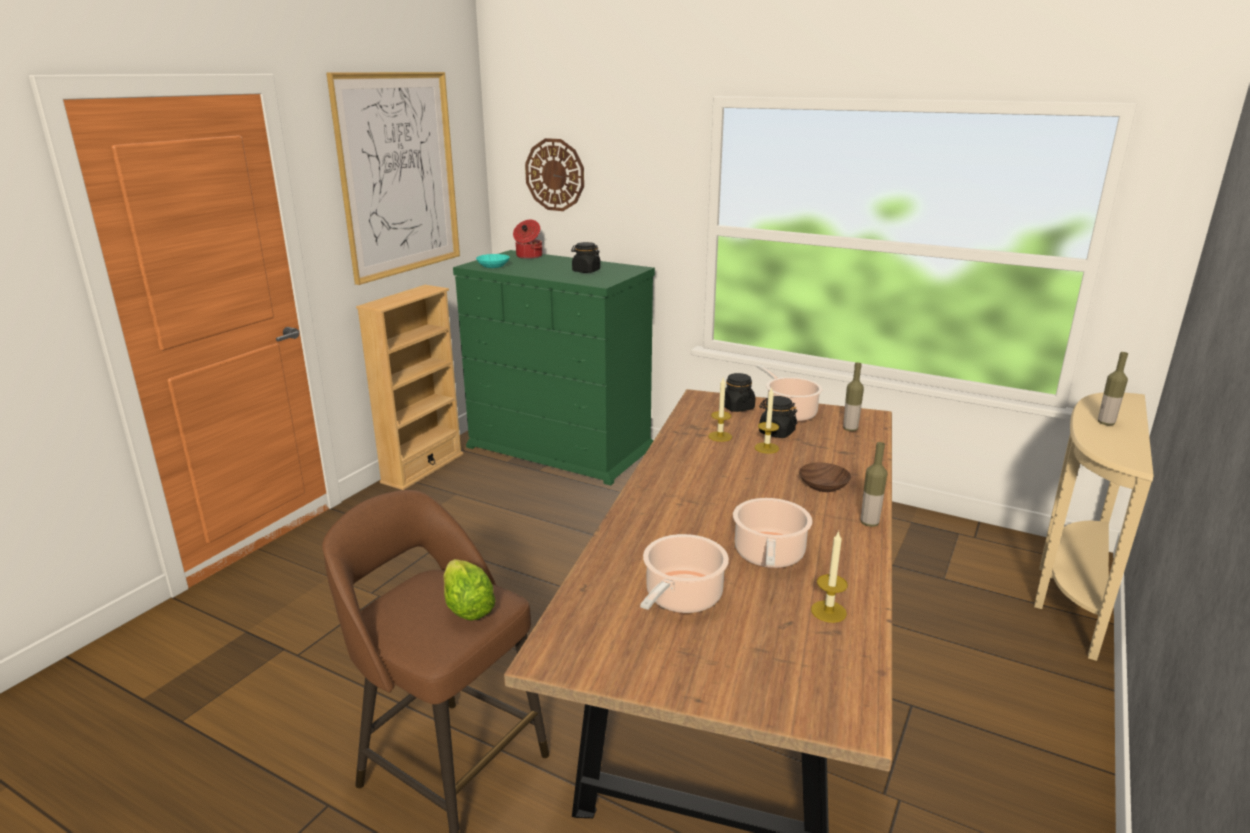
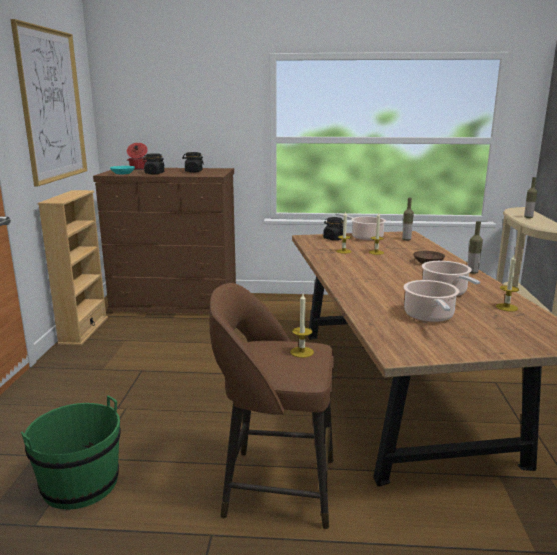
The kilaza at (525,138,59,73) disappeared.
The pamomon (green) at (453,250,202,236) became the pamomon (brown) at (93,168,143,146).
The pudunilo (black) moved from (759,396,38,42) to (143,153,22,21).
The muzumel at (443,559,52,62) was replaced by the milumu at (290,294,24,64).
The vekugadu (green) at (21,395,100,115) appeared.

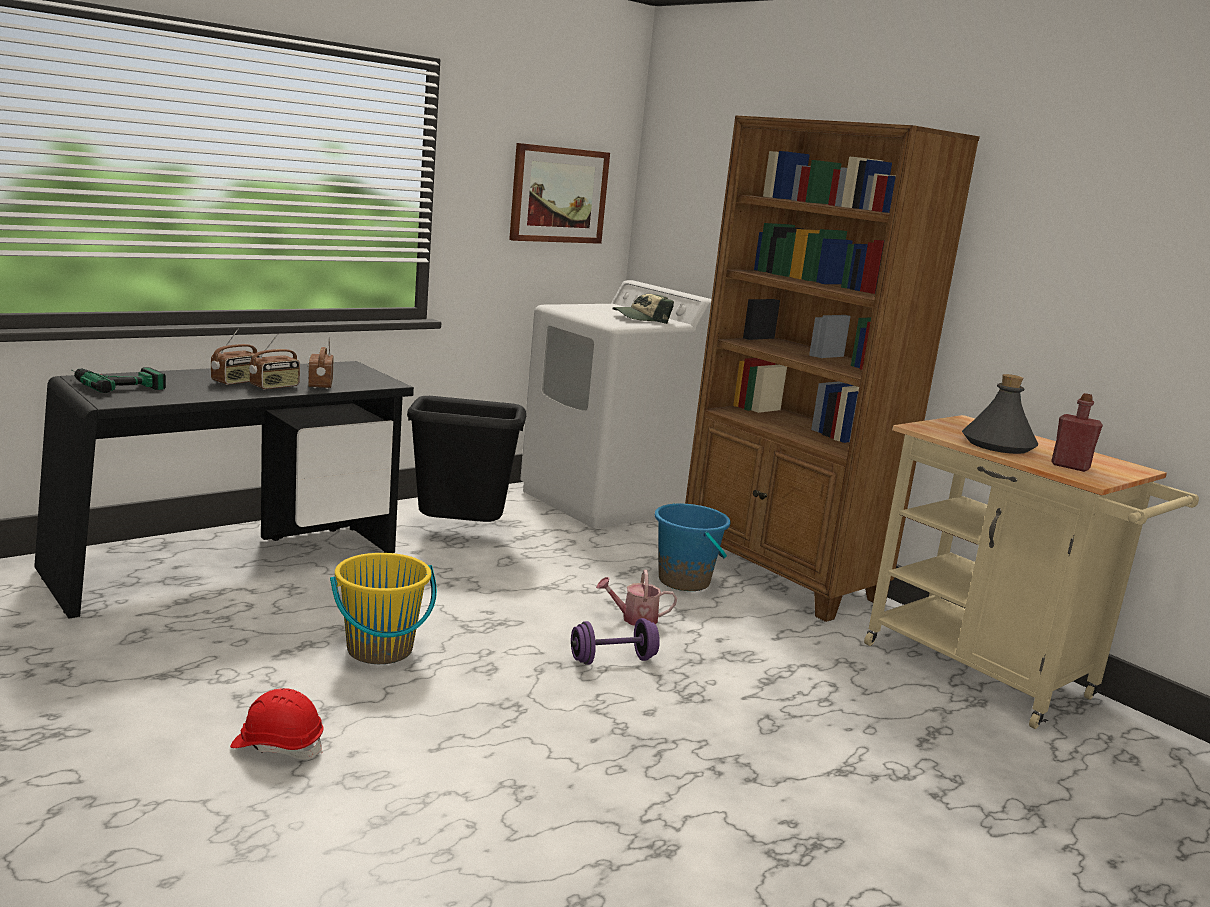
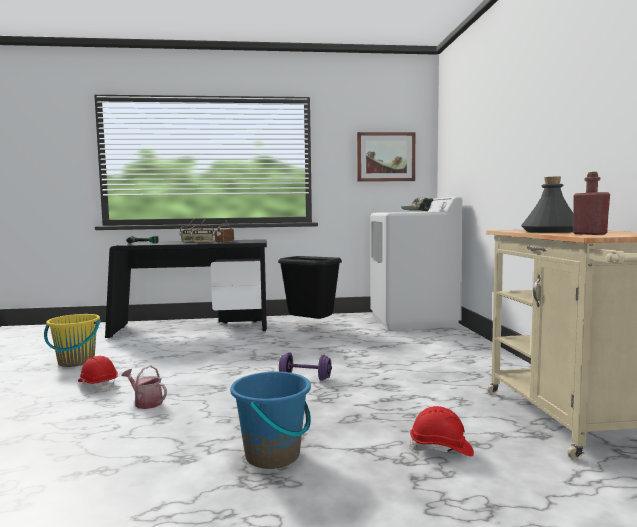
The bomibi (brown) at (685,115,295,507) disappeared.
The vekugadu (blue) moved from (655,503,75,88) to (230,372,81,97).
The vekugadu (yellow) moved from (330,553,107,111) to (44,314,57,53).
The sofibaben moved from (596,570,81,56) to (122,365,45,44).
The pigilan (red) at (409,406,65,50) appeared.

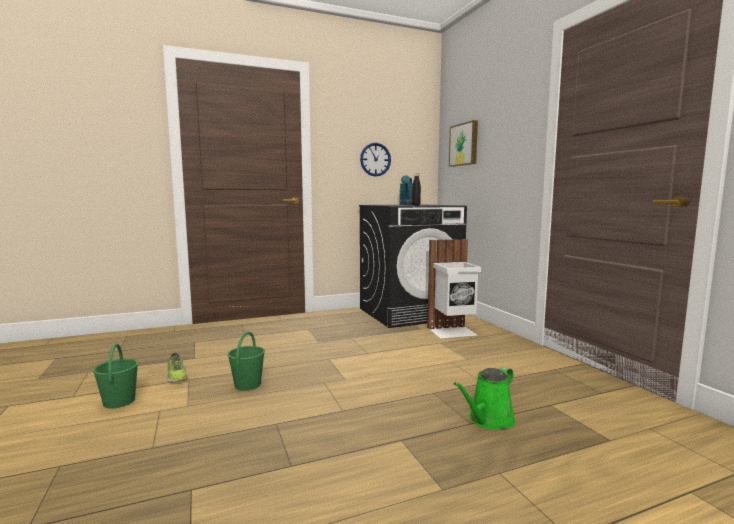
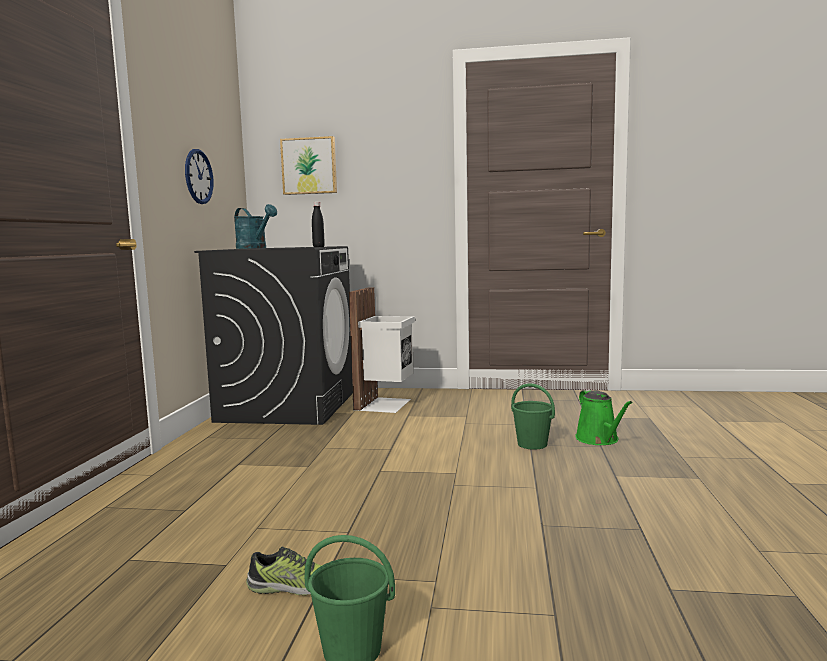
The vekugadu (green) moved from (228,331,37,60) to (511,383,44,67).

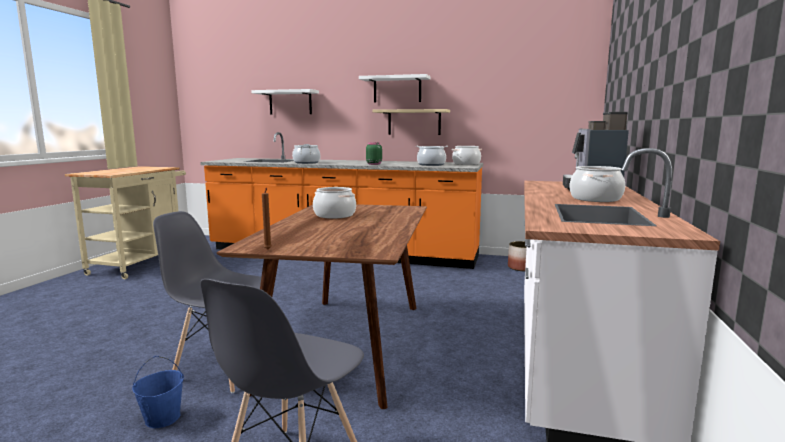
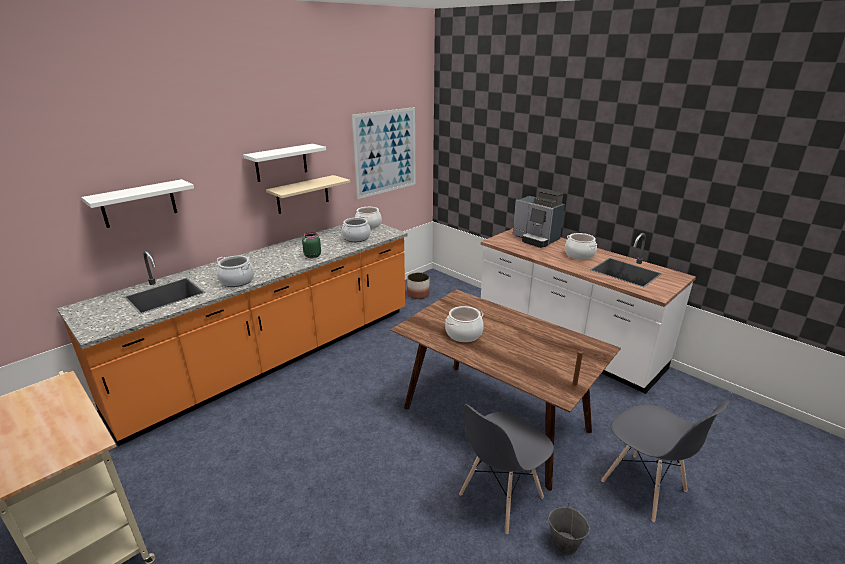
The vekugadu (blue) at (132,356,52,72) became the vekugadu (grey) at (548,503,42,52).
The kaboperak at (352,107,64,92) appeared.

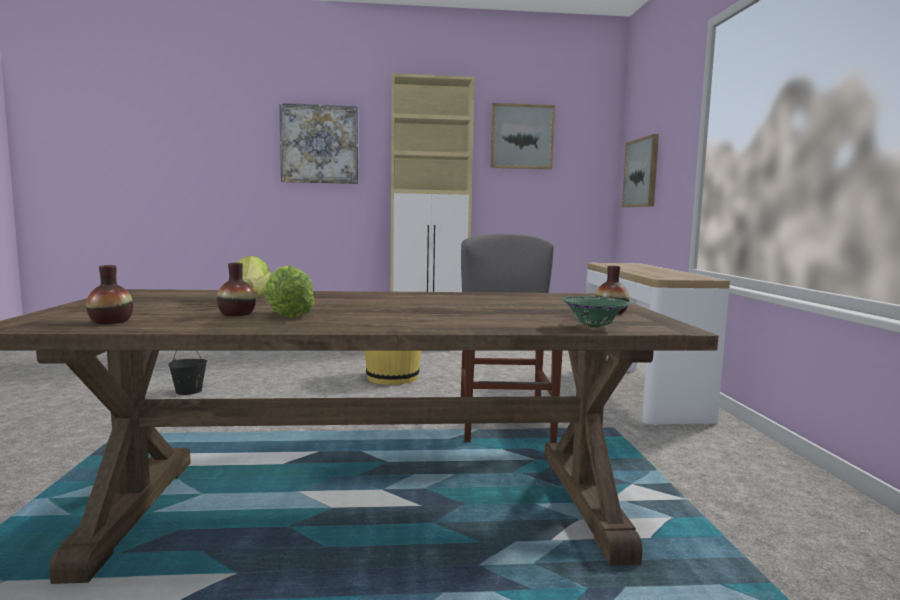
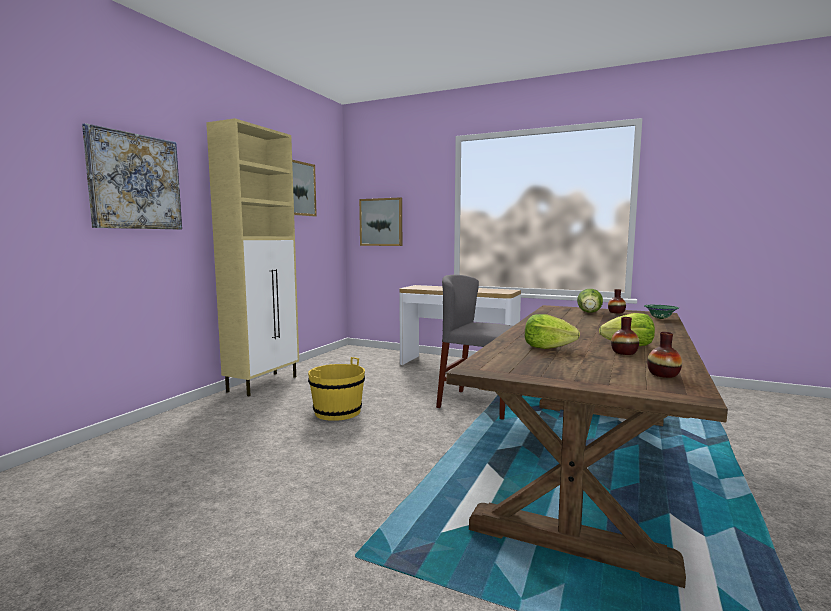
The vekugadu (black) at (168,350,39,45) disappeared.
The muzumel at (577,289,26,24) appeared.

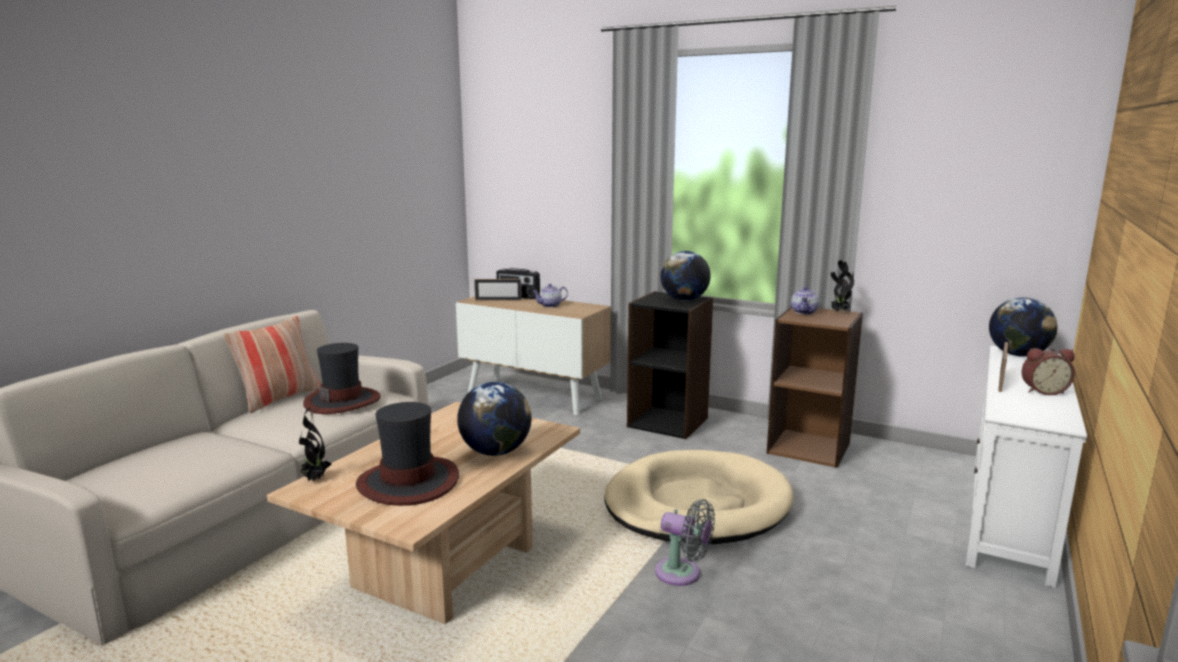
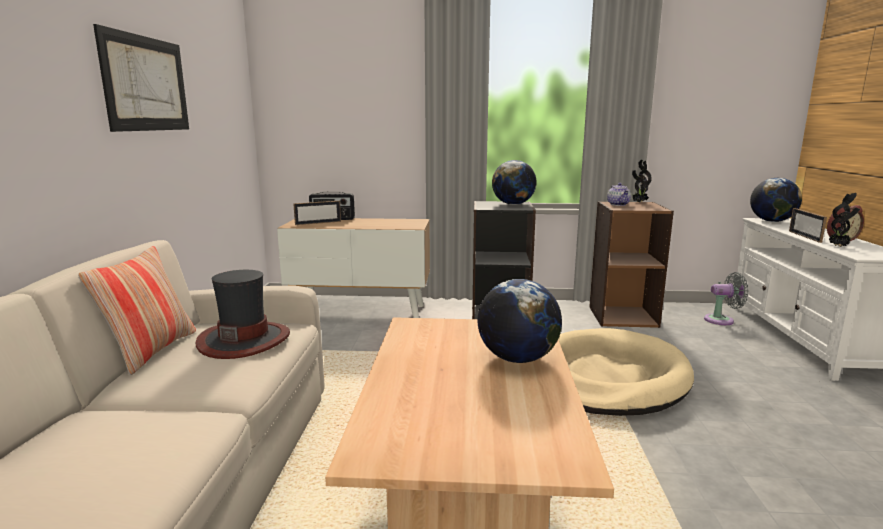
The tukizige at (532,284,36,23) disappeared.
The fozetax at (356,402,103,104) disappeared.
The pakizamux moved from (299,407,33,74) to (829,193,31,54).
The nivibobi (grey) moved from (655,499,60,87) to (704,272,45,53).
The kaboperak at (93,24,96,108) appeared.

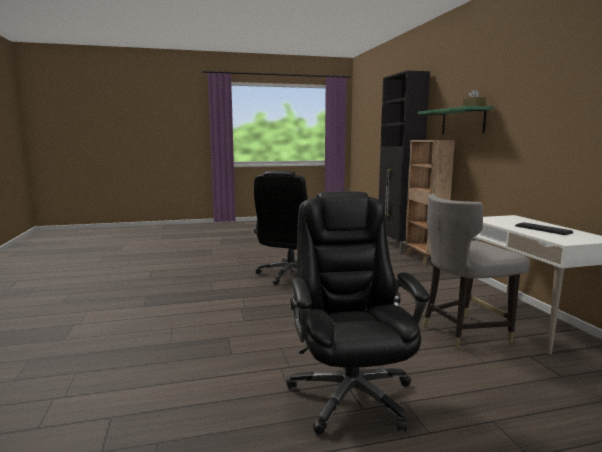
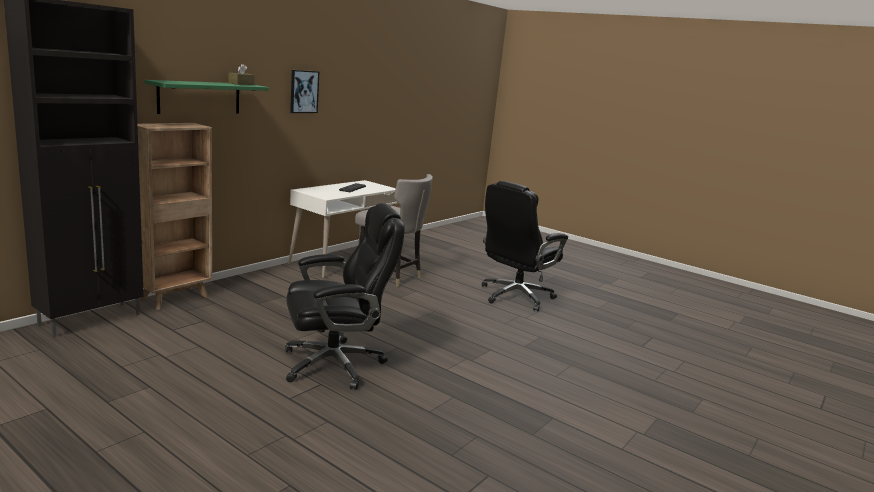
The kaboperak at (290,70,29,43) appeared.

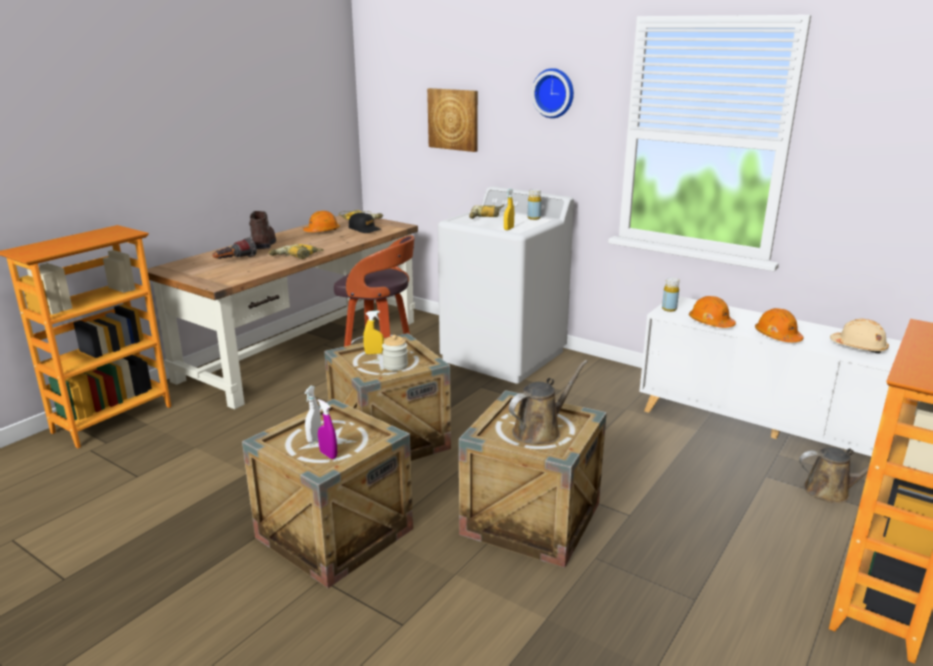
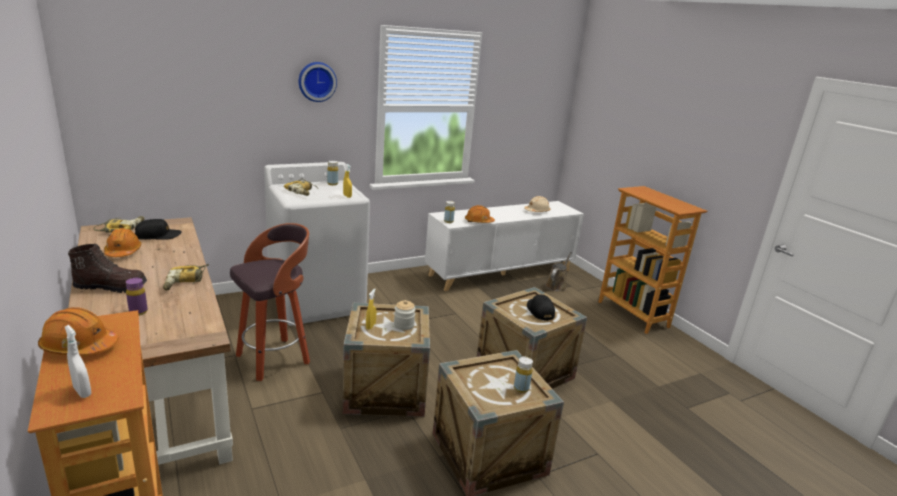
The kaboperak at (427,88,51,64) disappeared.
The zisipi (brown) at (249,211,27,38) turned 150 degrees clockwise.
The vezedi at (212,237,45,22) was replaced by the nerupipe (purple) at (126,278,22,38).
The pigilan (orange) moved from (755,308,49,34) to (38,307,80,49).
The sofibaben (brown) at (509,360,79,84) was replaced by the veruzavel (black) at (527,295,28,26).
The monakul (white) moved from (304,386,17,57) to (65,325,26,73).
The monakul (purple) at (318,399,19,60) was replaced by the nerupipe (yellow) at (514,357,19,36).

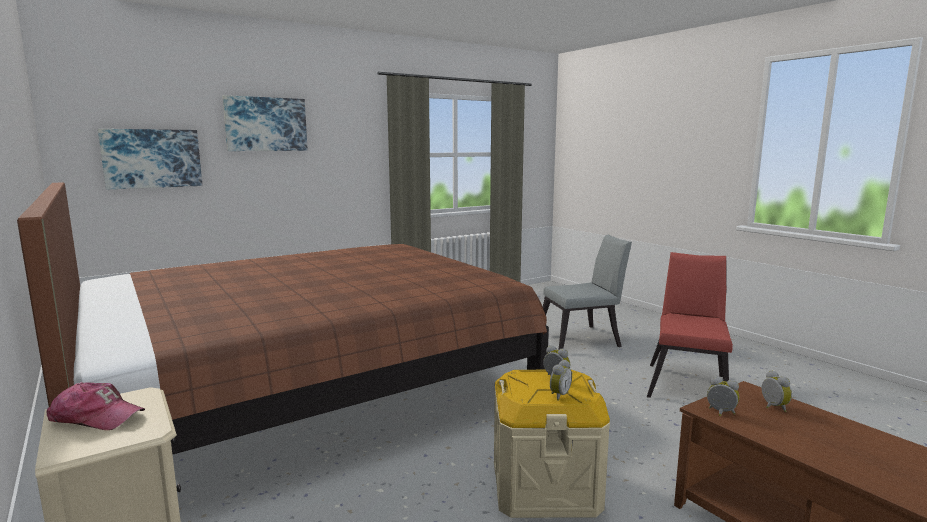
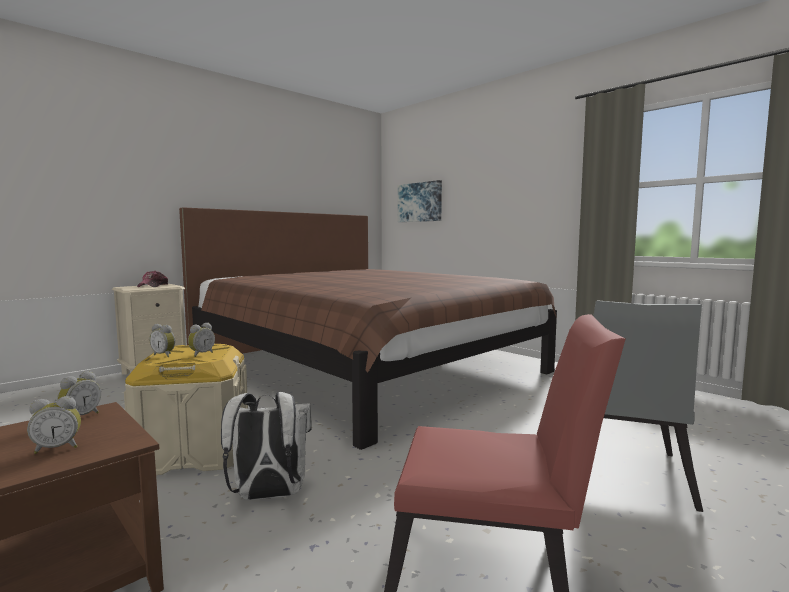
The kaboperak at (223,95,85,56) disappeared.
The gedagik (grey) at (543,235,89,115) turned 45 degrees clockwise.
The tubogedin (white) at (221,392,91,108) appeared.

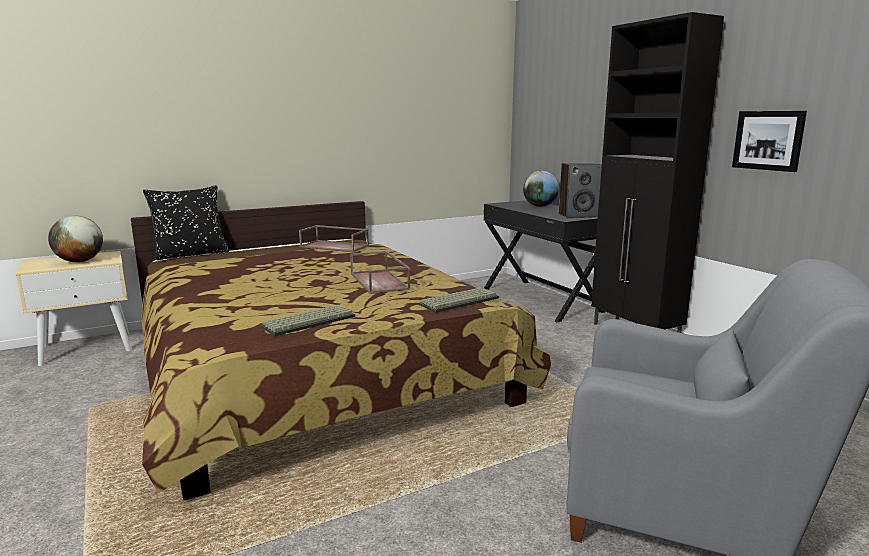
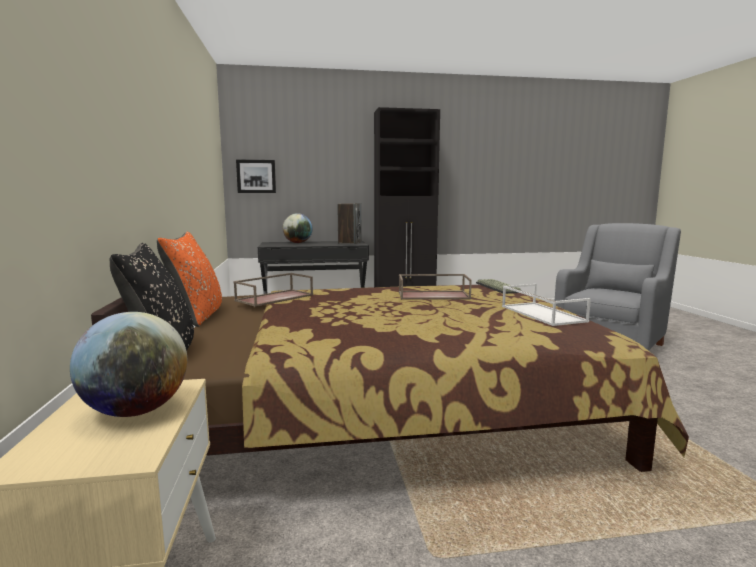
The kaboperak moved from (732,111,75,61) to (236,160,40,33).
The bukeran at (261,305,94,31) was replaced by the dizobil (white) at (502,284,89,42).
The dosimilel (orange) at (157,232,65,95) appeared.

